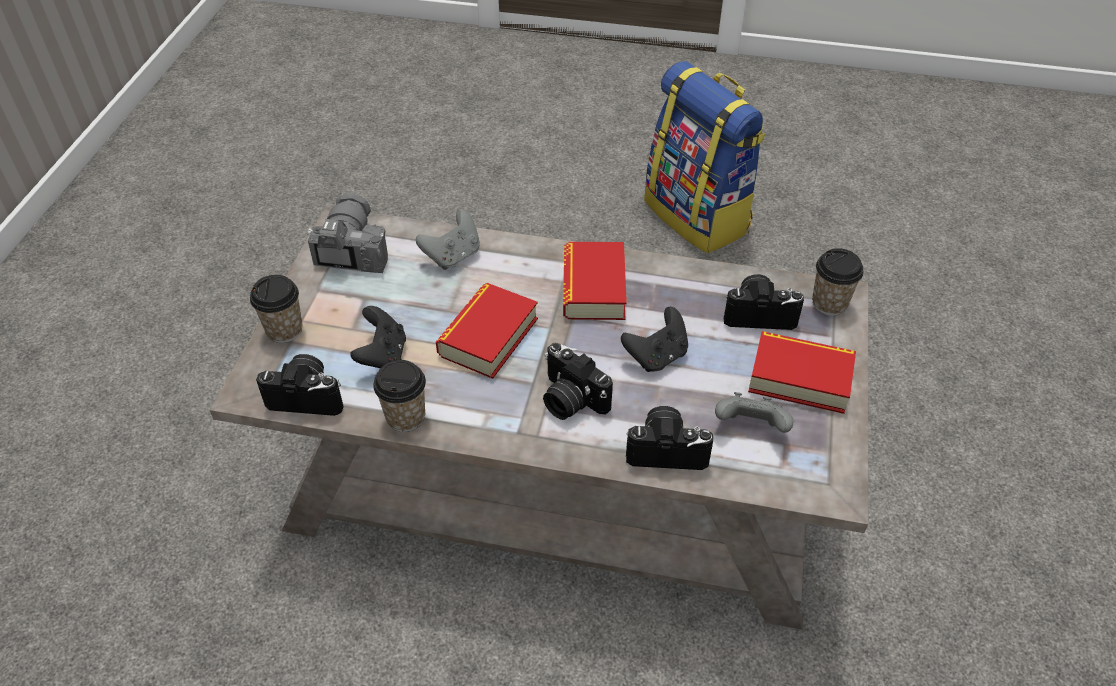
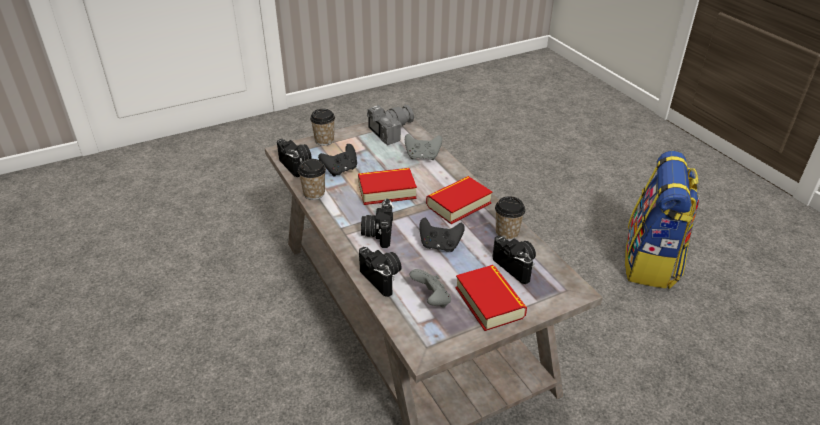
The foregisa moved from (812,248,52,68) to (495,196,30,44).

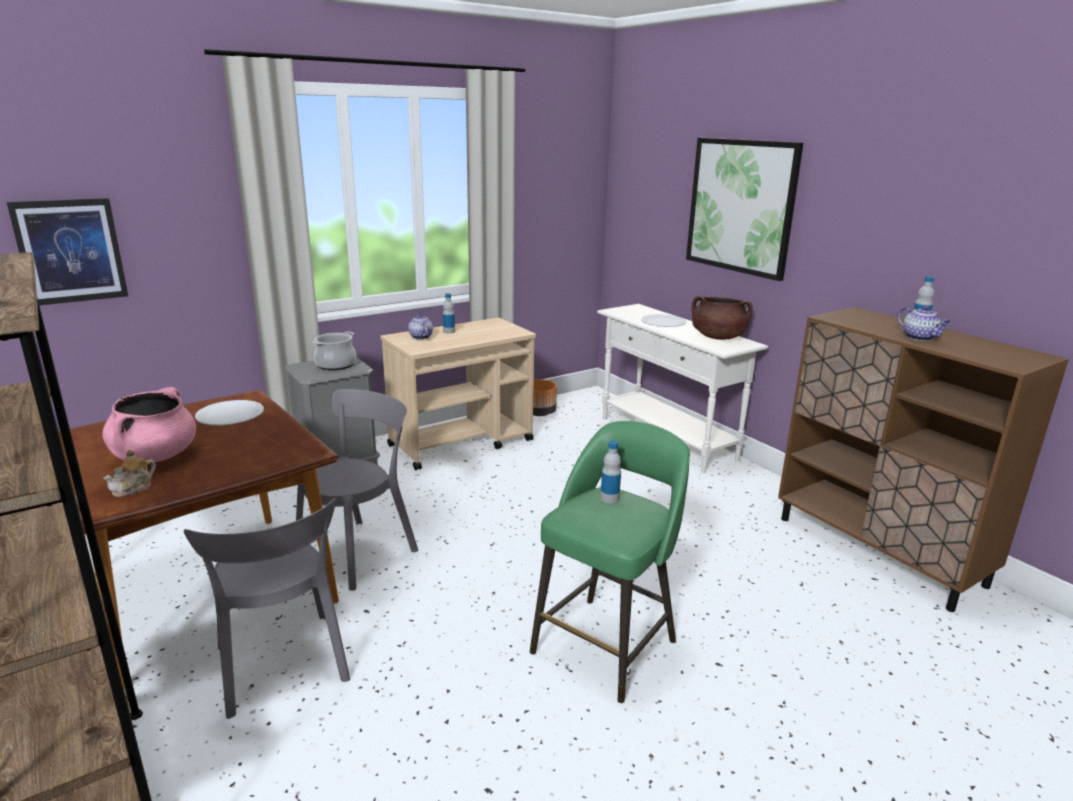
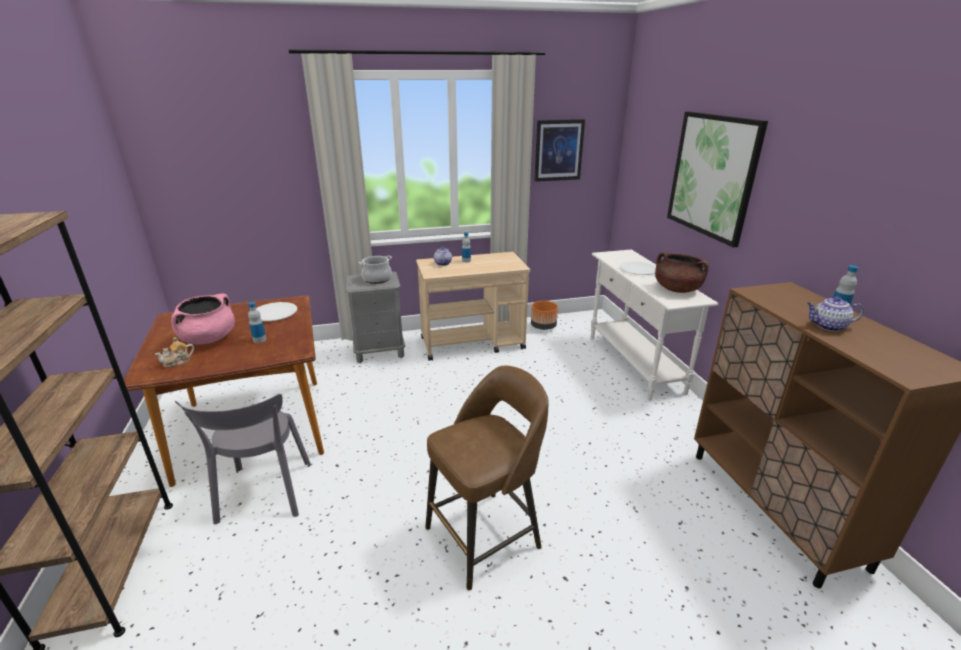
The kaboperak moved from (7,198,121,107) to (534,119,51,63).
The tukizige at (897,306,54,35) turned 105 degrees clockwise.
The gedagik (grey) at (296,389,122,202) disappeared.
The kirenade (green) at (530,421,160,282) became the kirenade (brown) at (425,365,124,225).
The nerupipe moved from (600,440,21,63) to (248,302,18,41).

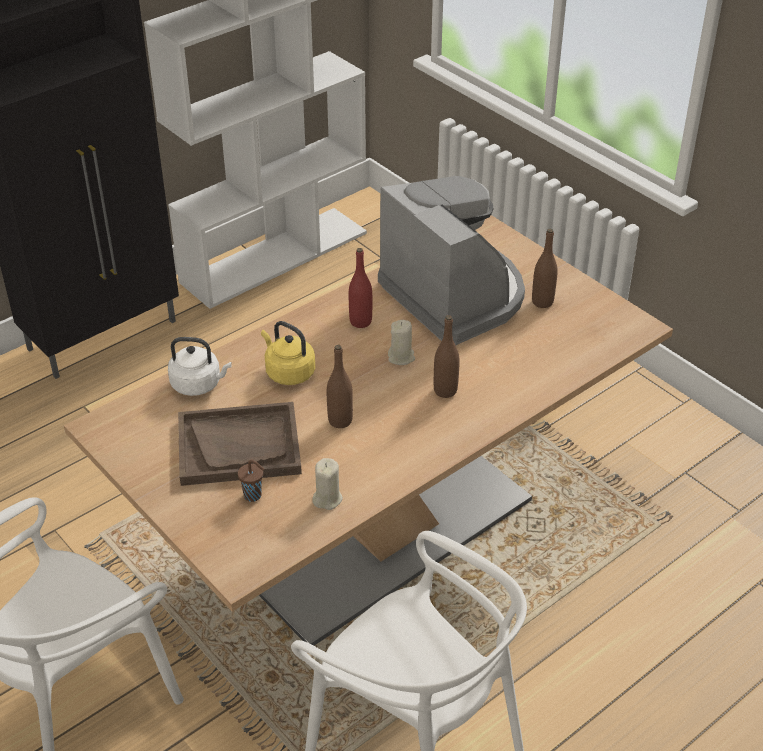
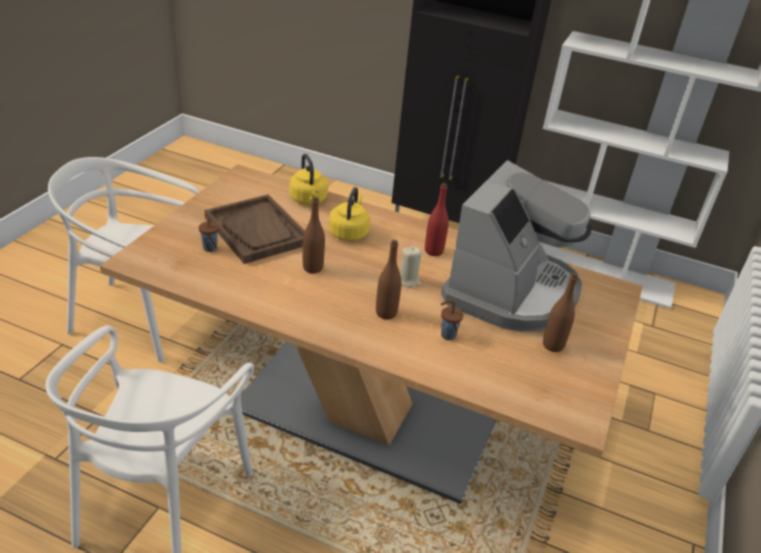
The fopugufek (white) at (168,337,64,59) became the fopugufek (yellow) at (289,153,39,52).
The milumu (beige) at (312,458,31,52) disappeared.
The foregisa (brown) at (441,300,22,40) appeared.

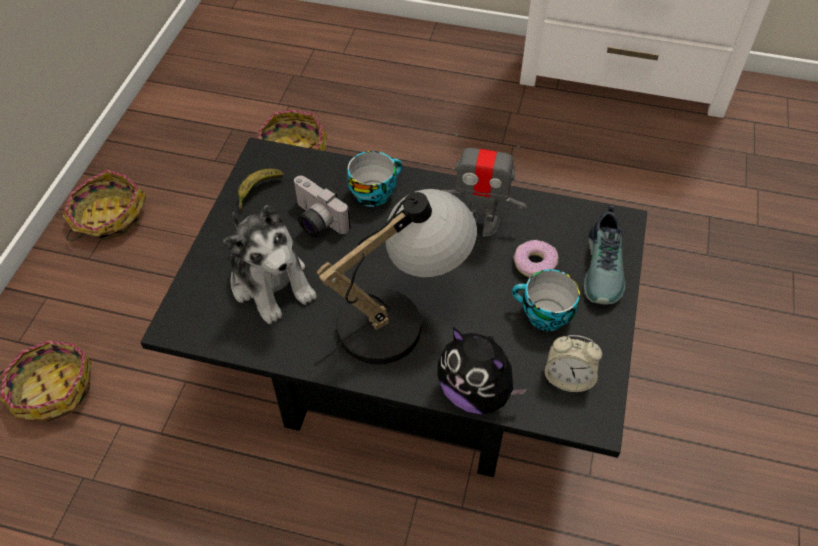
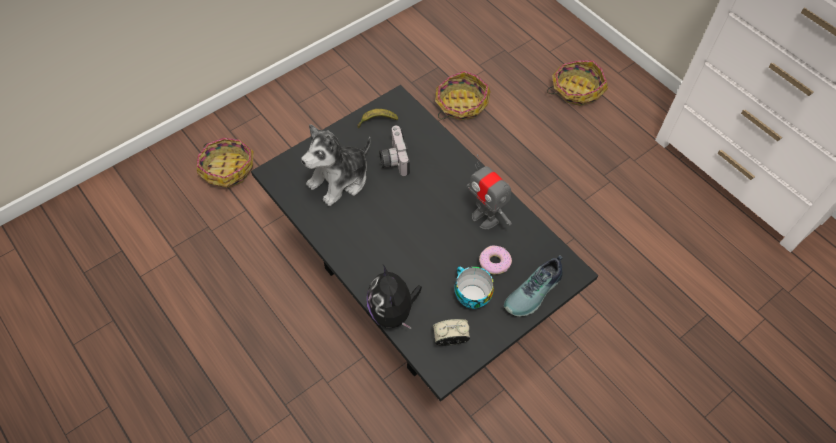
The foregisa at (347,151,55,56) disappeared.
The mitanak moved from (63,170,84,71) to (547,61,61,45).
The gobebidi at (314,189,163,176) disappeared.
The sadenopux at (223,205,94,119) turned 45 degrees clockwise.
The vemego at (545,335,57,57) turned 120 degrees clockwise.

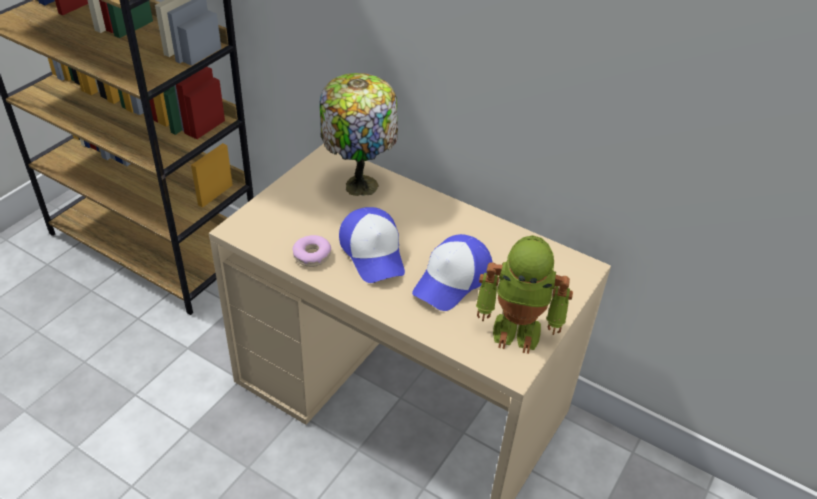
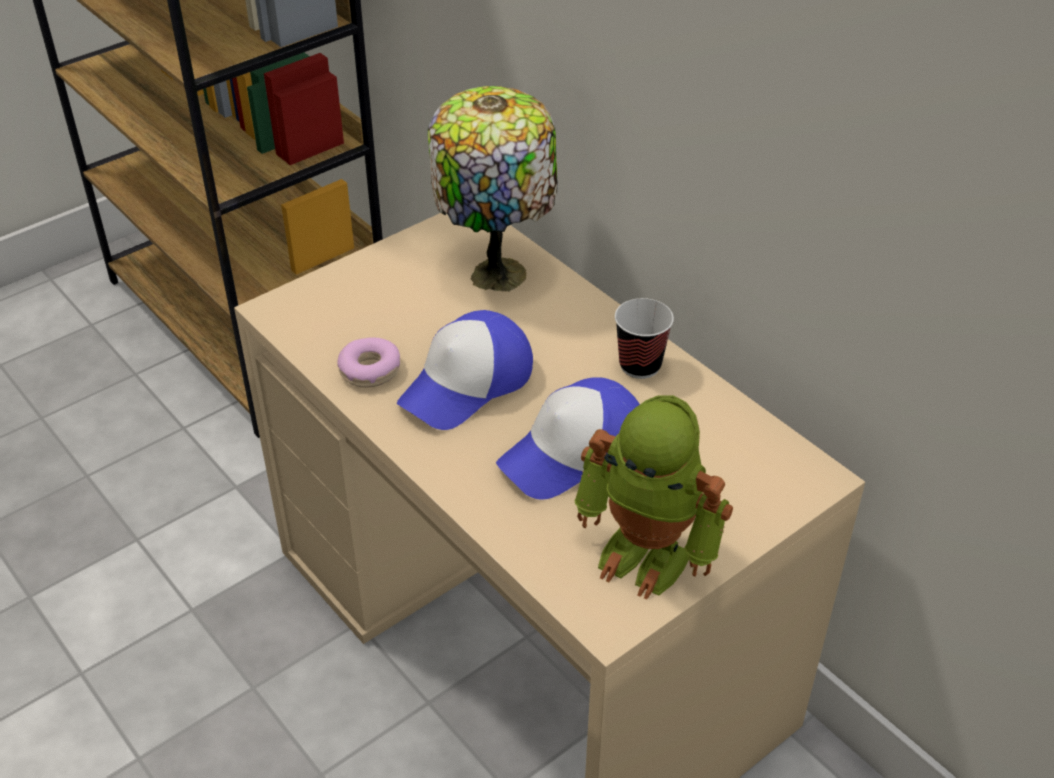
The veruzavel at (339,207,66,76) turned 45 degrees clockwise.
The foregisa at (615,298,59,81) appeared.

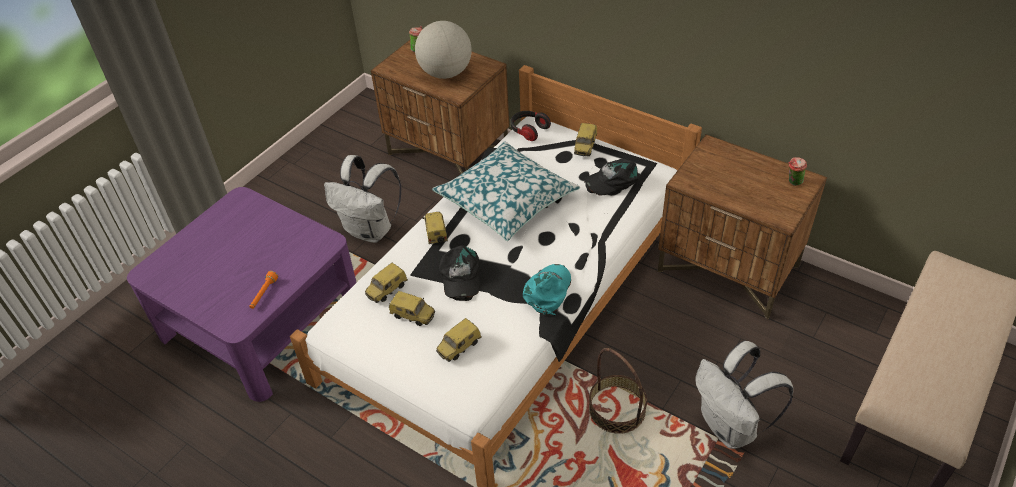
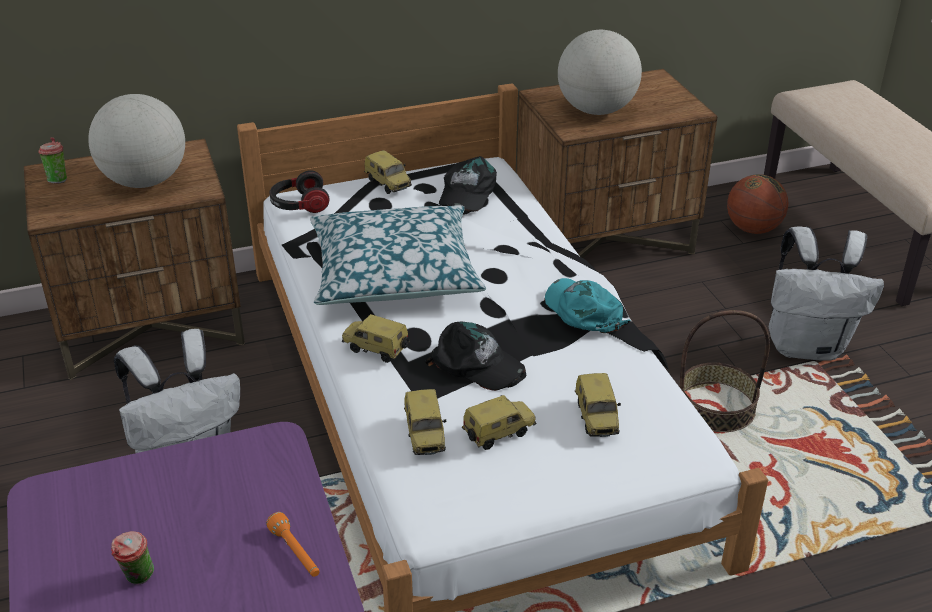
The foregisa moved from (789,157,18,29) to (111,531,43,53).
The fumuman at (558,30,84,85) appeared.
The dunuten at (727,174,61,60) appeared.

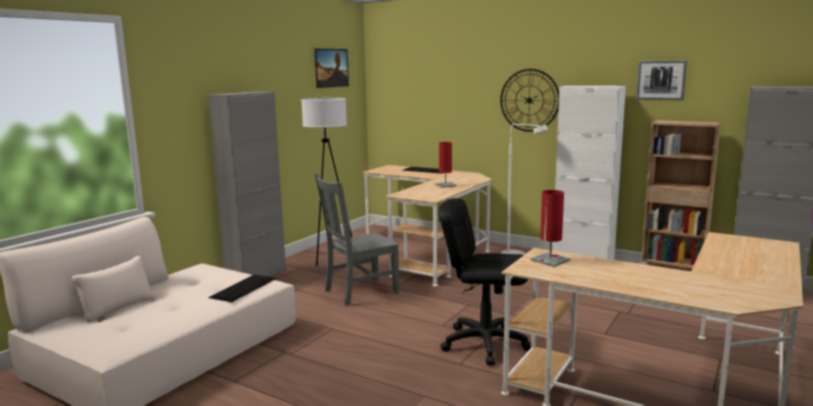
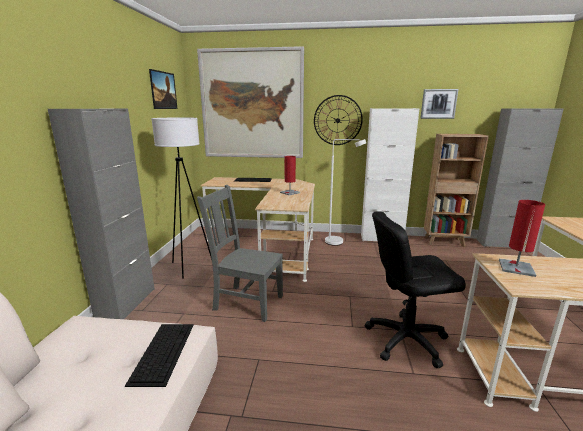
The gedagik (grey) at (314,174,85,132) turned 75 degrees clockwise.
The kaboperak at (197,46,107,112) appeared.

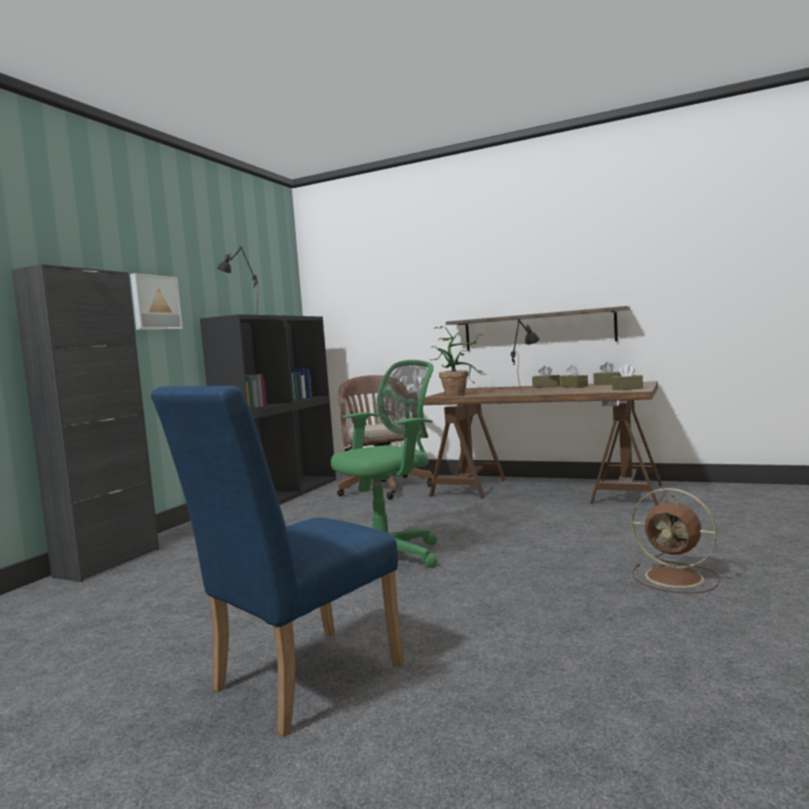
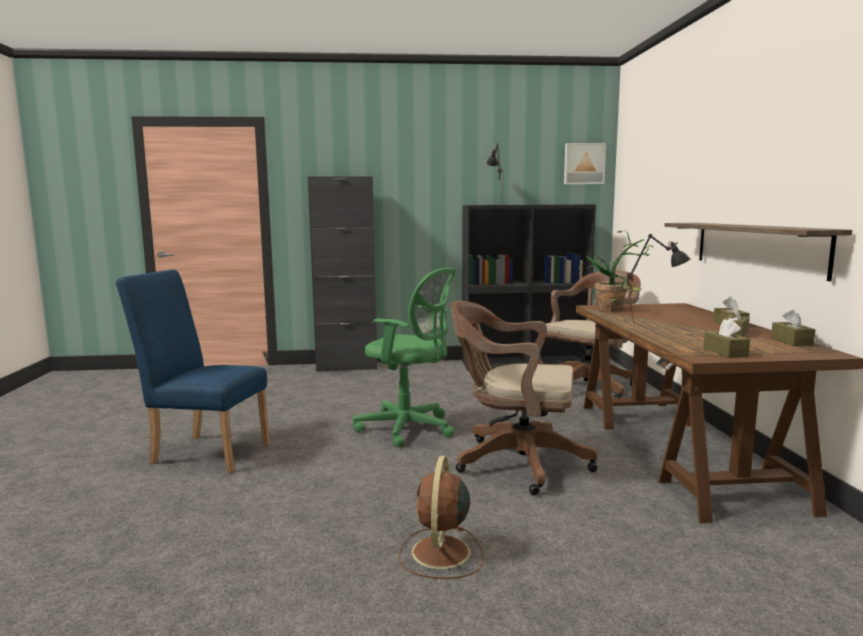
The kaboperak moved from (130,273,53,57) to (564,143,42,41).
The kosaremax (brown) at (450,301,148,194) appeared.

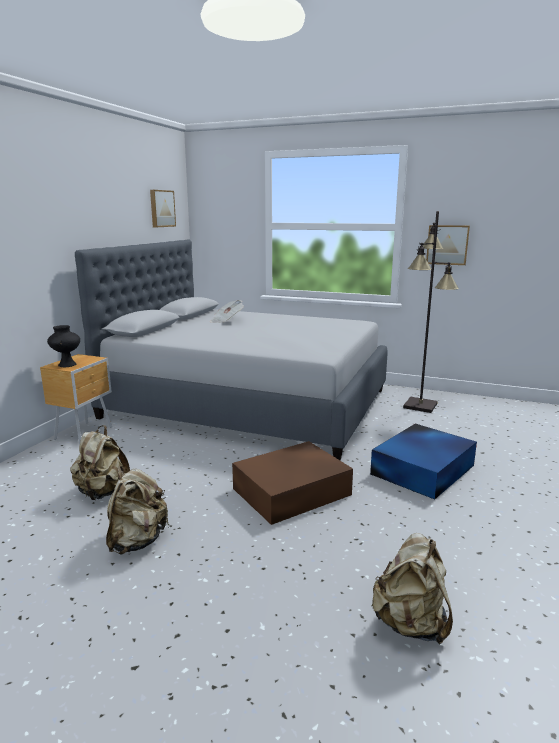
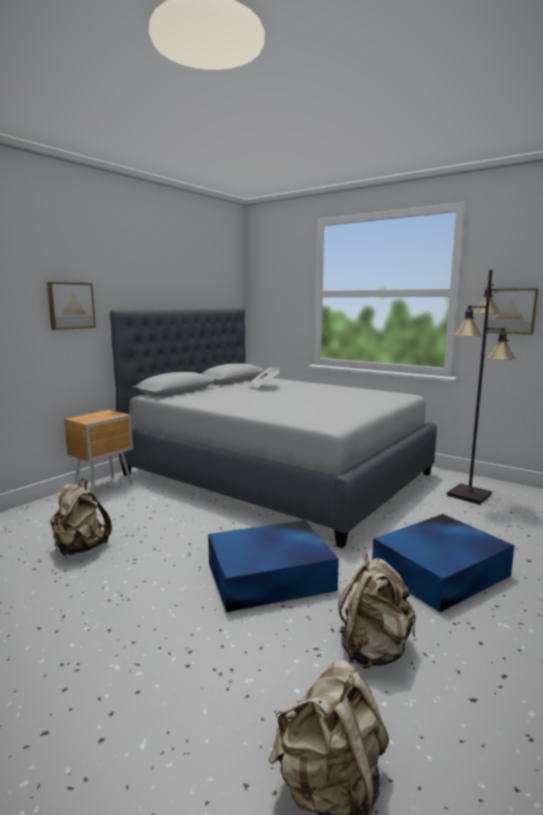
The kaboperak moved from (150,190,26,37) to (47,282,49,48).
The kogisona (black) at (47,325,33,42) disappeared.
The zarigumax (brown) at (232,441,121,84) became the zarigumax (blue) at (208,520,131,92).
The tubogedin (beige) moved from (106,466,63,89) to (338,553,78,116).

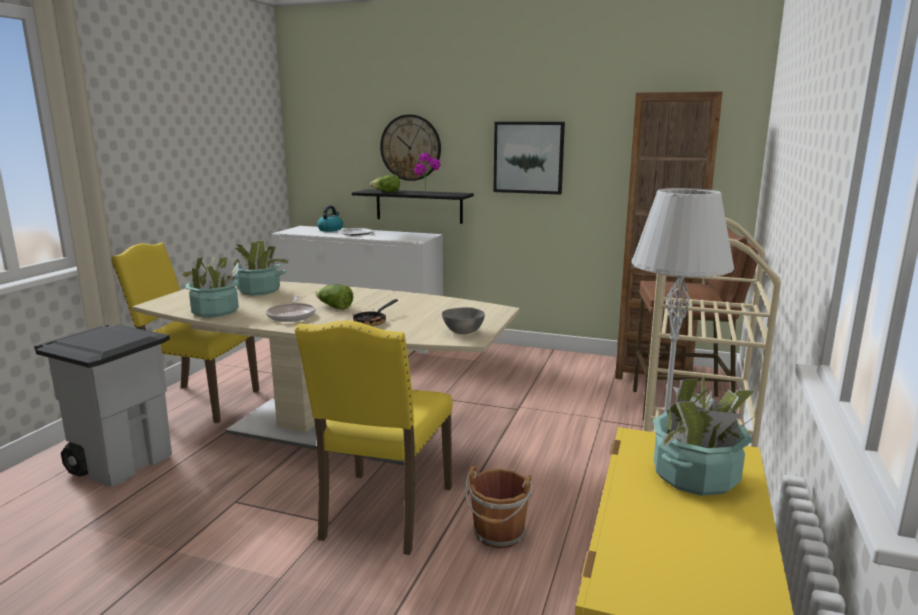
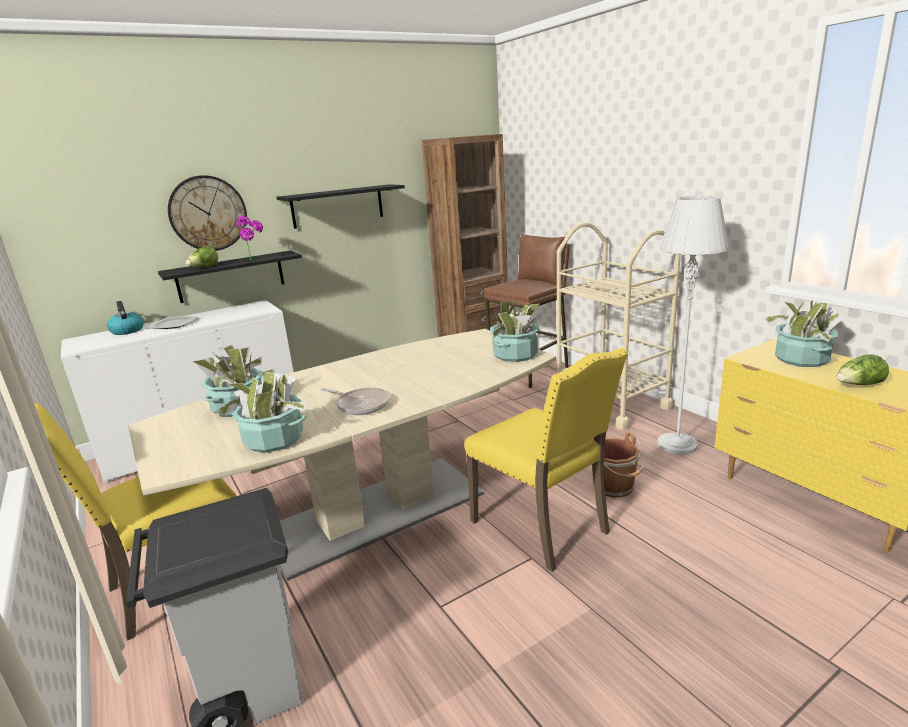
The kaboperak at (493,122,72,73) was replaced by the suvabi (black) at (276,184,129,45).
The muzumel moved from (315,285,38,25) to (837,354,52,31).
The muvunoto at (353,299,45,27) disappeared.
The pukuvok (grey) at (442,307,43,27) was replaced by the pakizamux at (490,300,54,62).

